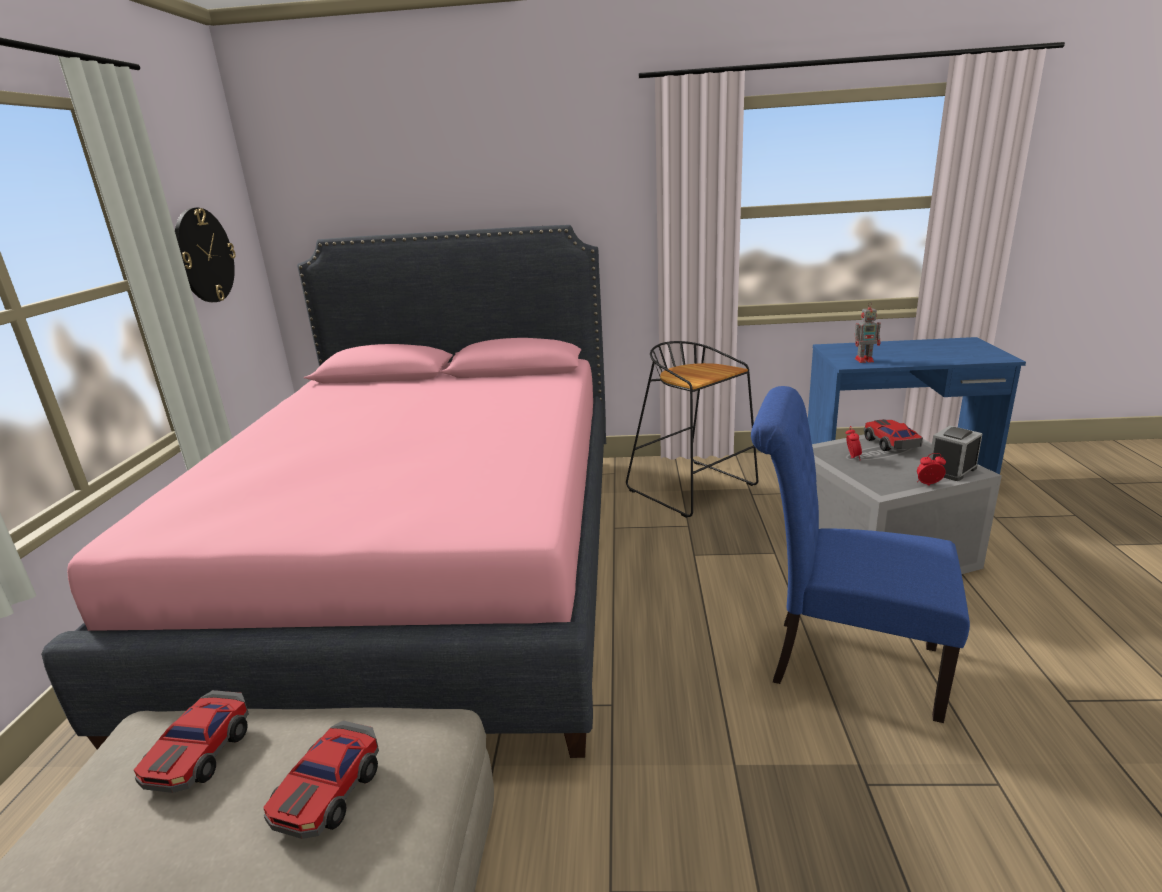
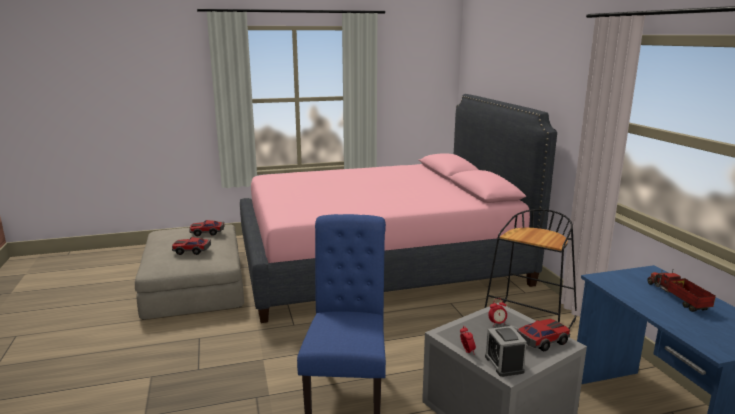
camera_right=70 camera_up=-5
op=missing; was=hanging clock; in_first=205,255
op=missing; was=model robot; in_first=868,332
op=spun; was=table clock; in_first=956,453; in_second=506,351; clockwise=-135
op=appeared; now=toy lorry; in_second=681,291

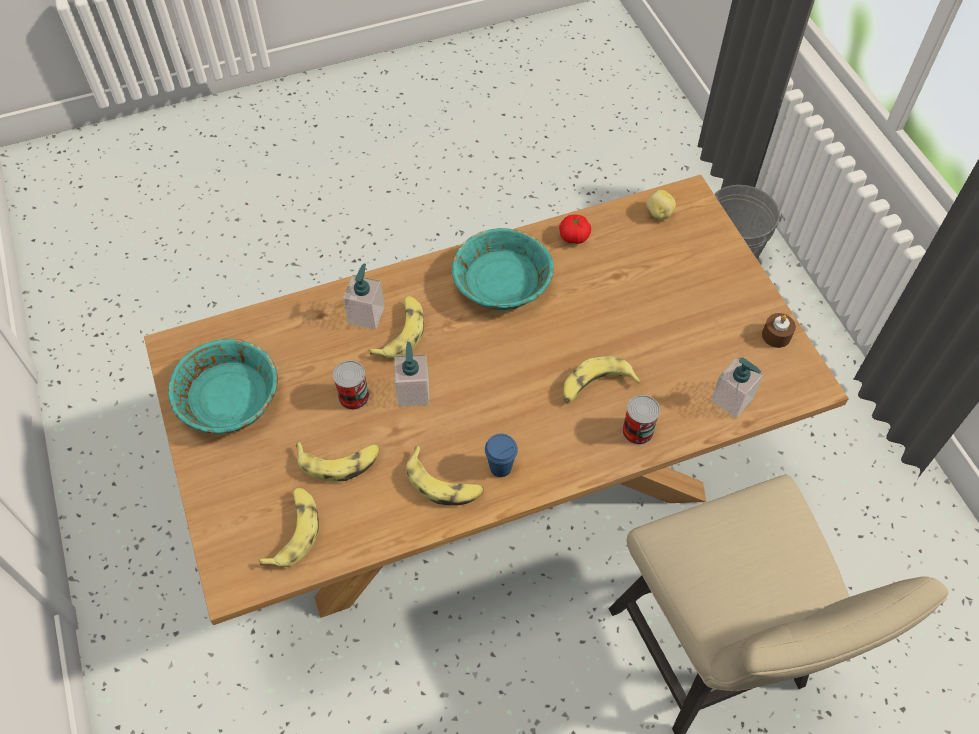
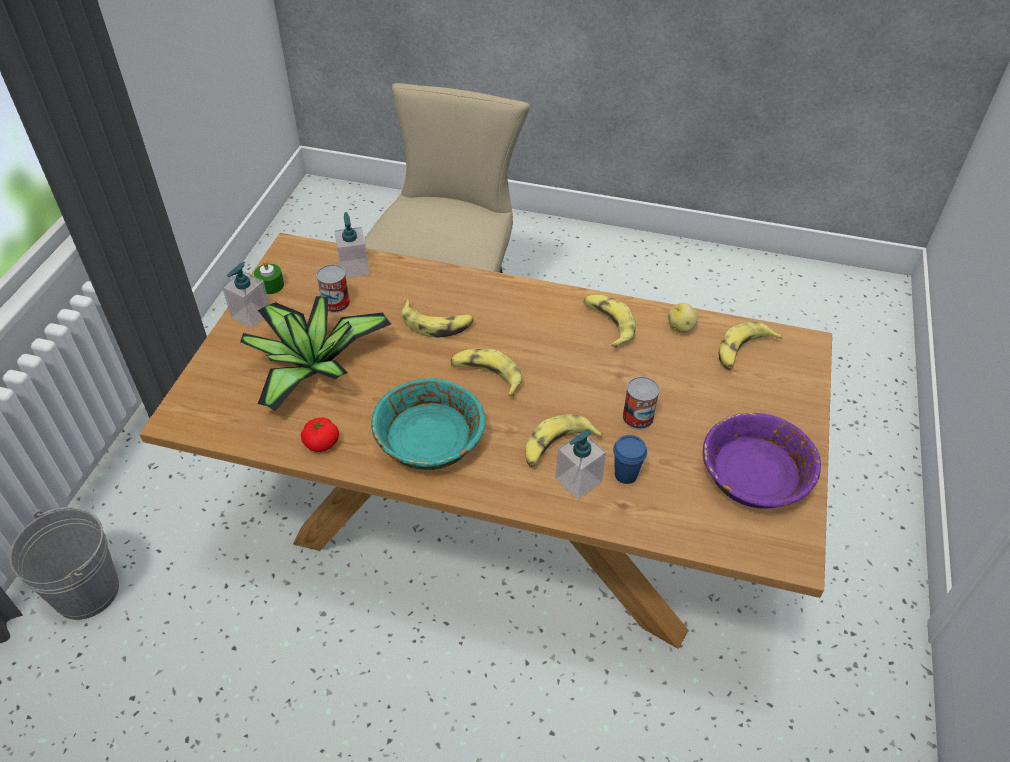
camera_right=-145 camera_up=-10
op=relocated; was=whole potato; in_first=661,205; in_second=683,318
op=colour; was=candle in brownish; now=candle in green-coloured; in_first=779,330; in_second=269,277
op=colour; was=serving bowl in turquoise-coloured; now=serving bowl in purplish; in_first=223,386; in_second=762,460
op=relocated; was=soap bottle; in_first=411,374; in_second=245,295
op=relocated; was=sealed can; in_first=641,420; in_second=333,288
op=relocated; was=drinking cup in bluish; in_first=501,455; in_second=630,459
op=relocated; was=banana fruit; in_first=338,461; in_second=486,373
op=appeared; now=potted plant; in_second=315,353

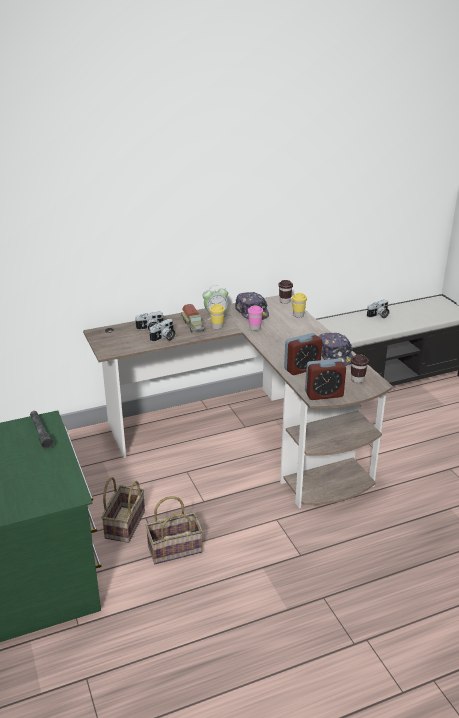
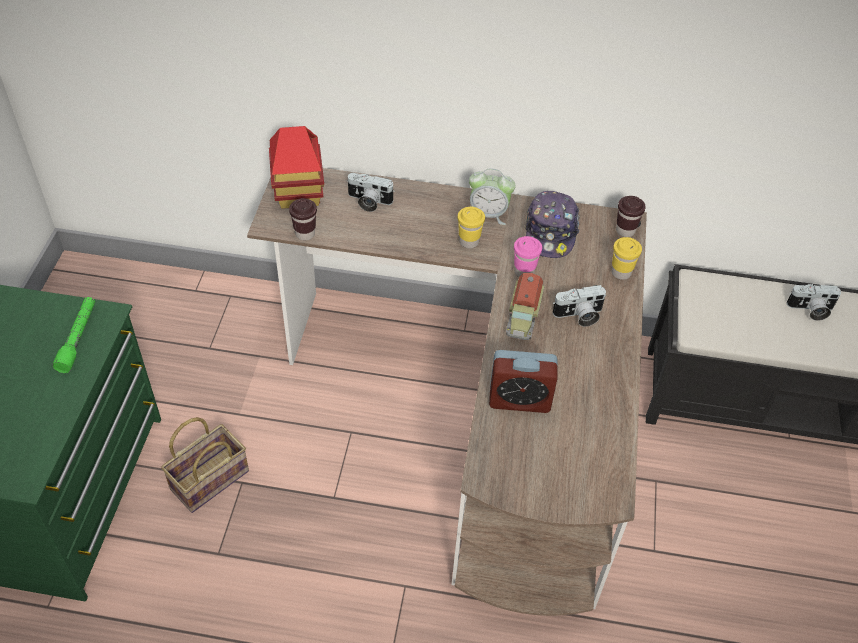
camera_right=30 camera_up=20
op=relocated; was=toy lorry; in_first=193,318; in_second=525,306
op=relocated; was=still camera; in_first=162,330; in_second=579,306
op=missing; was=baseball cap; in_first=336,349
op=relocated; was=drinking cup in brownish; in_first=360,368; in_second=303,219
op=missing; was=table clock; in_first=325,379
op=colour; was=torch in gray; now=torch in green-coloured; in_first=42,430; in_second=73,335
op=missing; was=household basket; in_first=174,530
op=appeared; now=model house; in_second=296,167

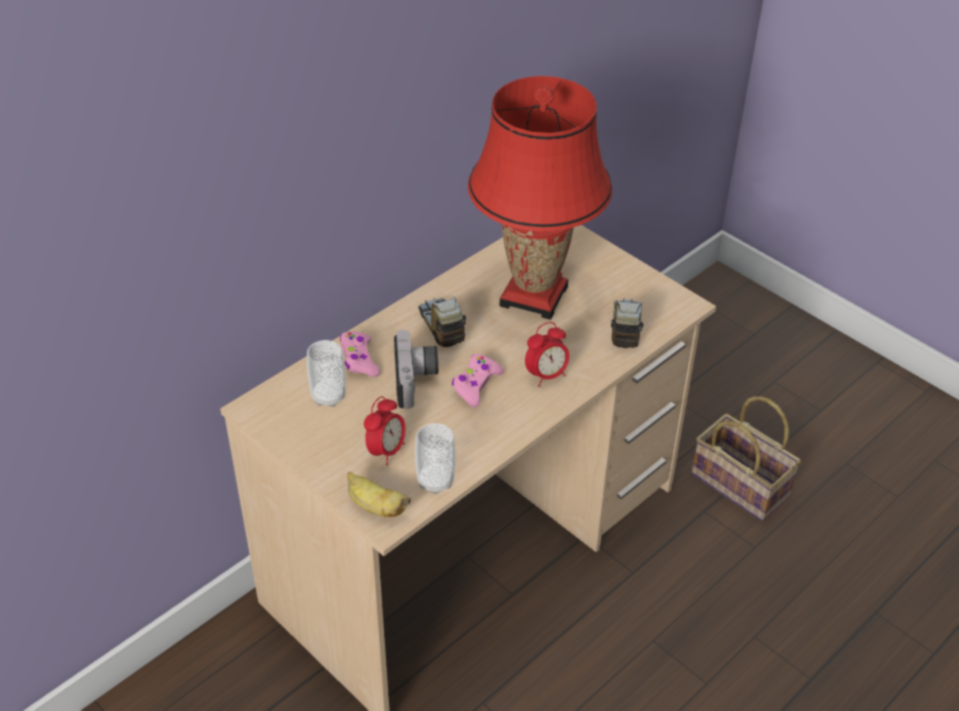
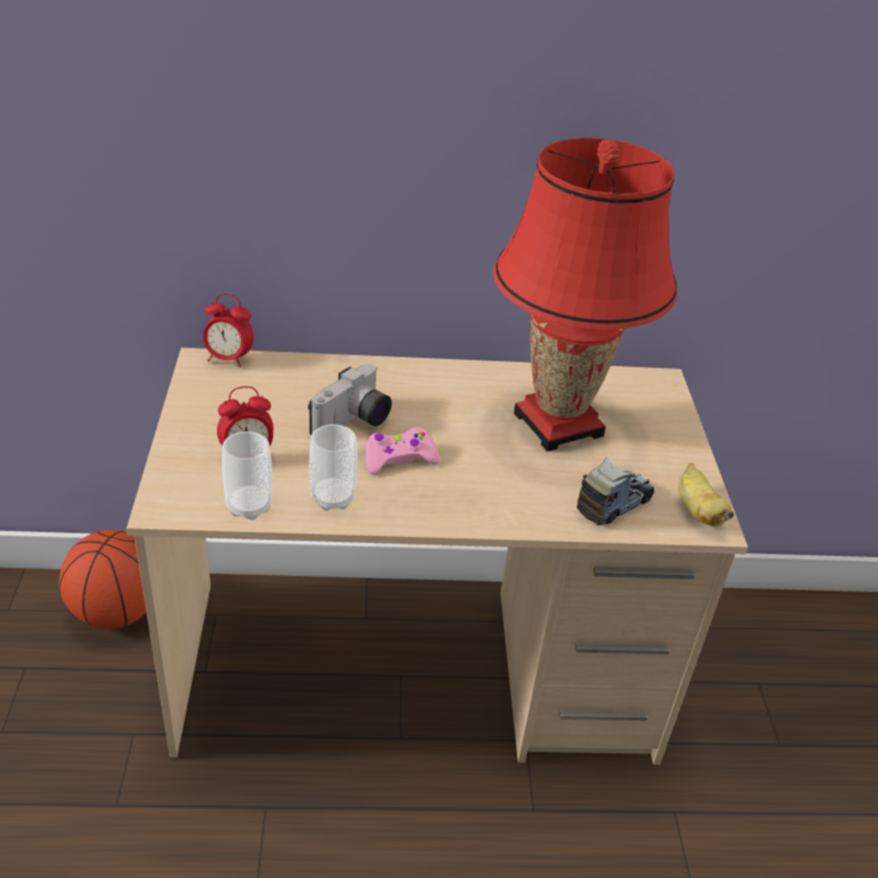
camera_right=40 camera_up=-5
op=missing; was=toy lorry; in_first=442,322
op=relocated; was=table clock; in_first=547,354; in_second=228,330
op=missing; was=game controller in pinkish; in_first=360,354
op=relocated; was=drinking cup; in_first=326,373; in_second=333,467
op=missing; was=household basket; in_first=746,458
op=relocated; was=banana fruit; in_first=379,494; in_second=706,494
op=appeared; now=basketball; in_second=103,579

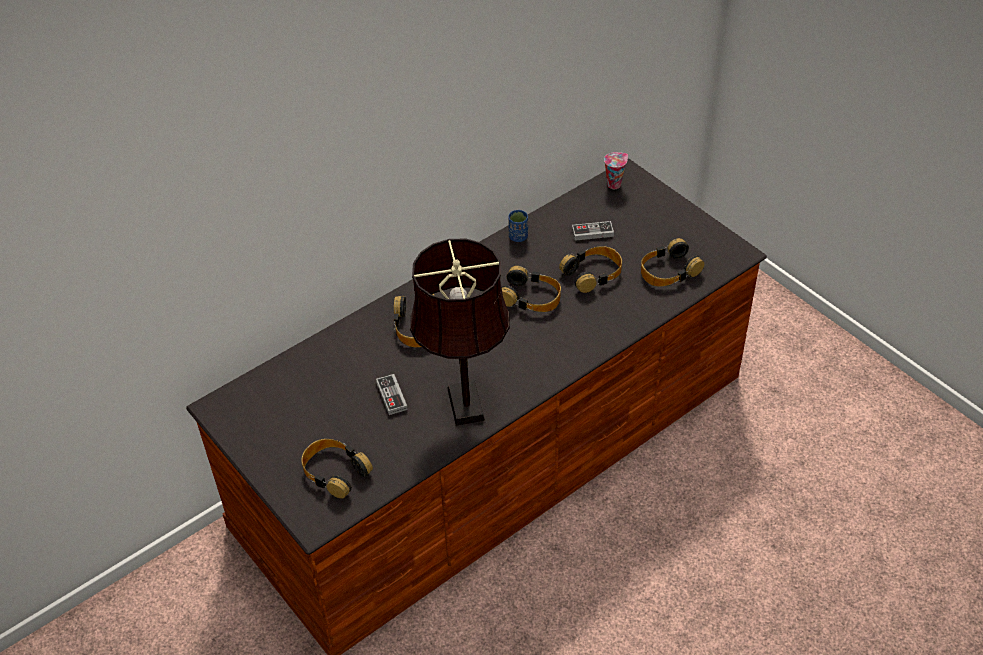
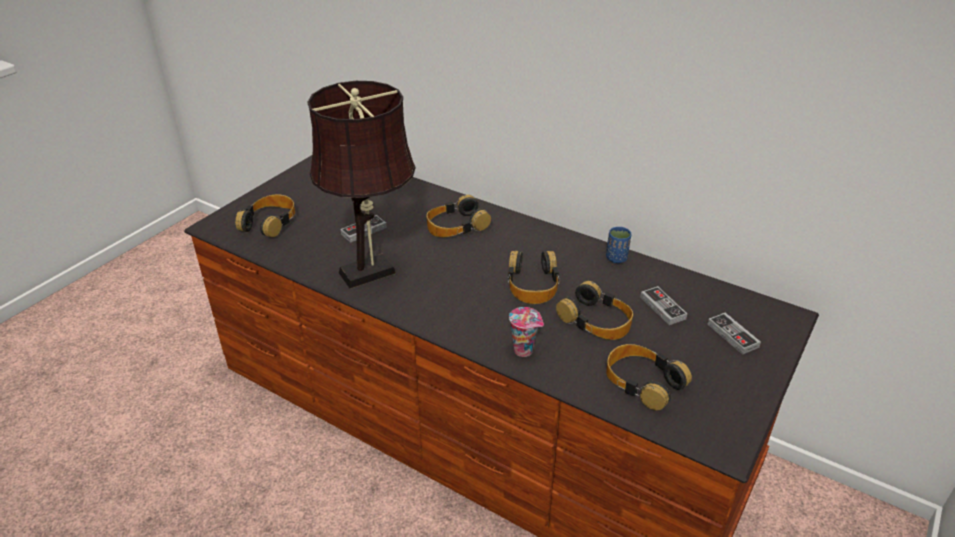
camera_right=70 camera_up=-10
op=relocated; was=drinking cup; in_first=616,170; in_second=526,332
op=appeared; now=game controller; in_second=734,334

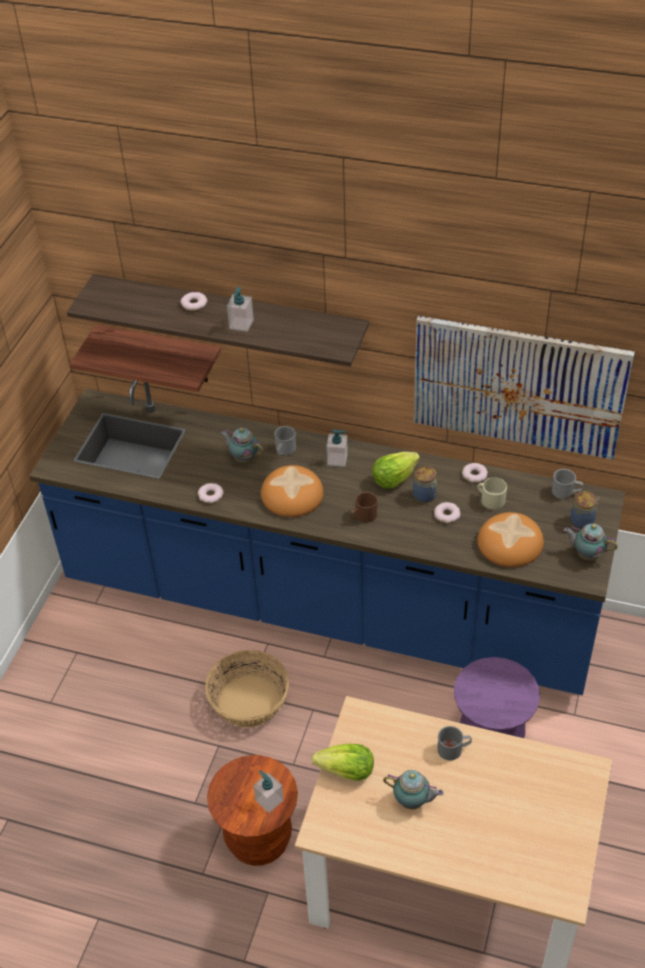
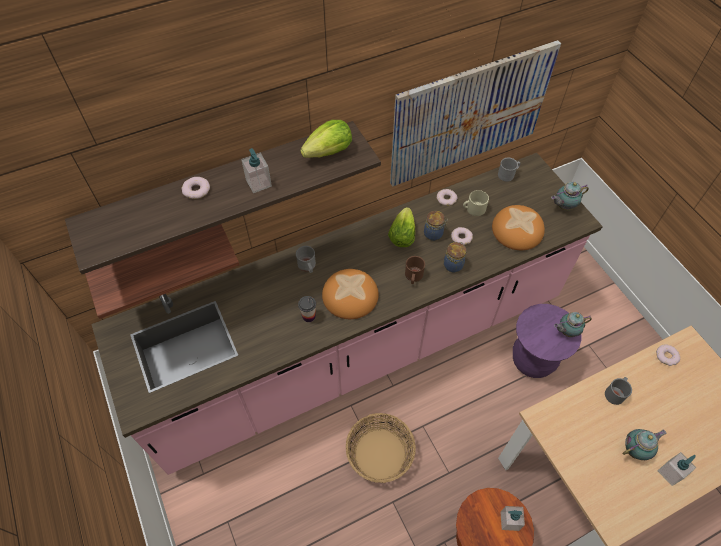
camera_right=-45 camera_up=10
op=colour; was=counter in bluish; now=counter in pinkish; in_first=327,537; in_second=347,314
op=relocated; was=tea pot; in_first=242,445; in_second=573,324
op=relocated; was=soap bottle; in_first=337,448; in_second=677,469
op=relocated; was=ring doughnut; in_first=211,493; in_second=668,355
op=relocated; was=storage jar; in_first=585,510; in_second=455,257
op=relocated; was=lettuce head; in_first=343,762; in_second=326,139
op=appeared; now=drinking cup; in_second=307,309

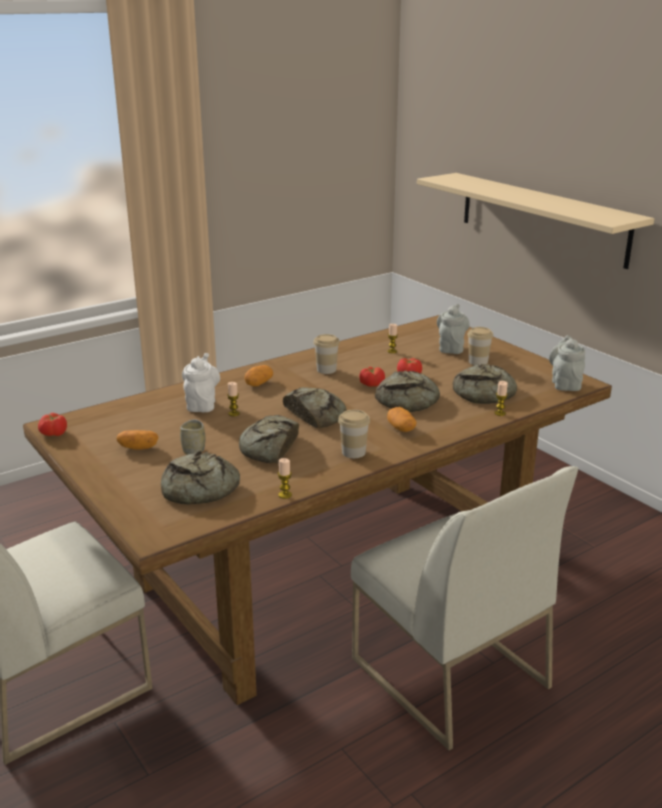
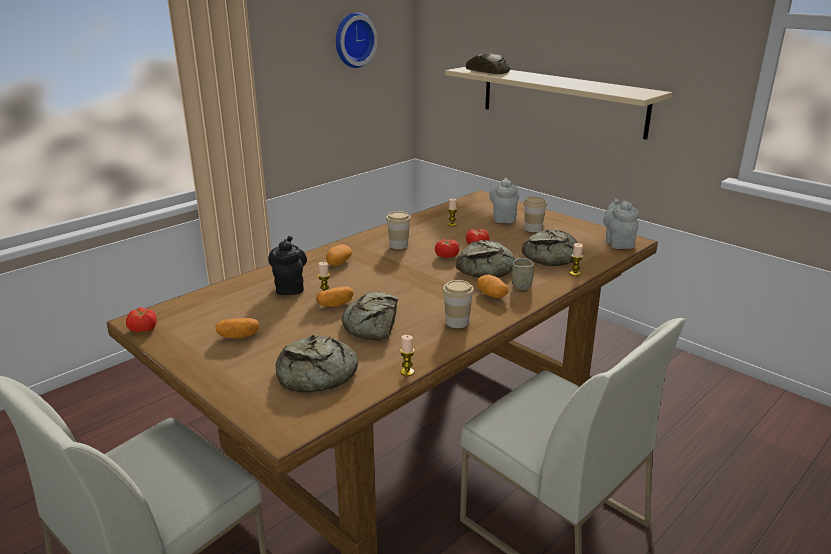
camera_right=-10 camera_up=0
op=colour; was=tea pot in white-coloured; now=tea pot in black-coloured; in_first=201,382; in_second=287,265
op=relocated; was=bakery bread; in_first=315,407; in_second=488,63
op=relocated; was=drinking cup; in_first=192,437; in_second=522,274
op=appeared; now=hanging clock; in_second=357,40
op=appeared; now=whole potato; in_second=335,296

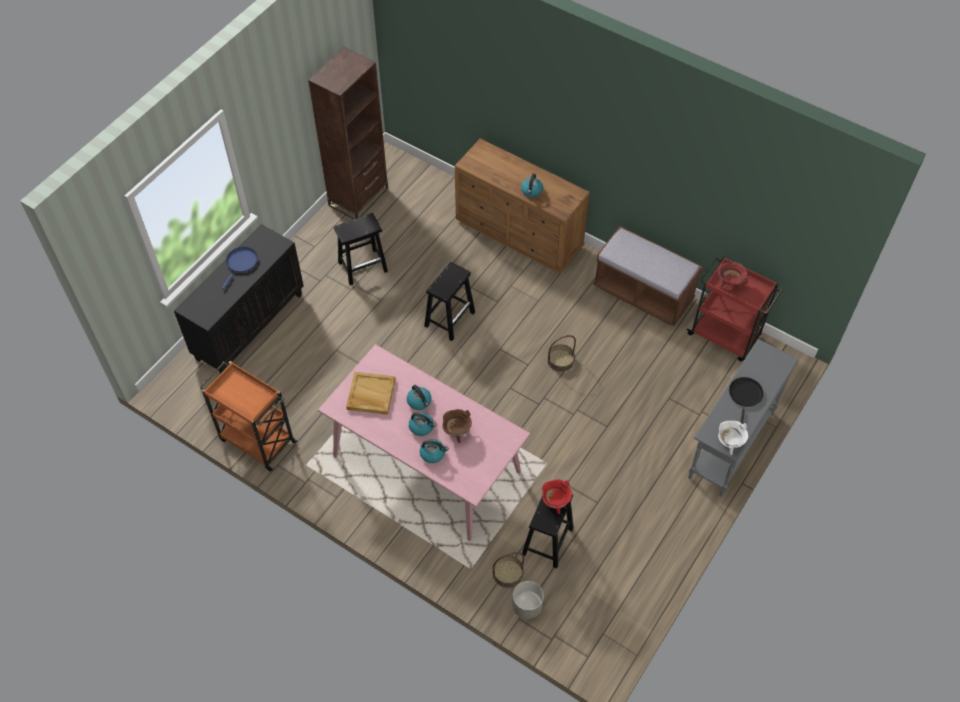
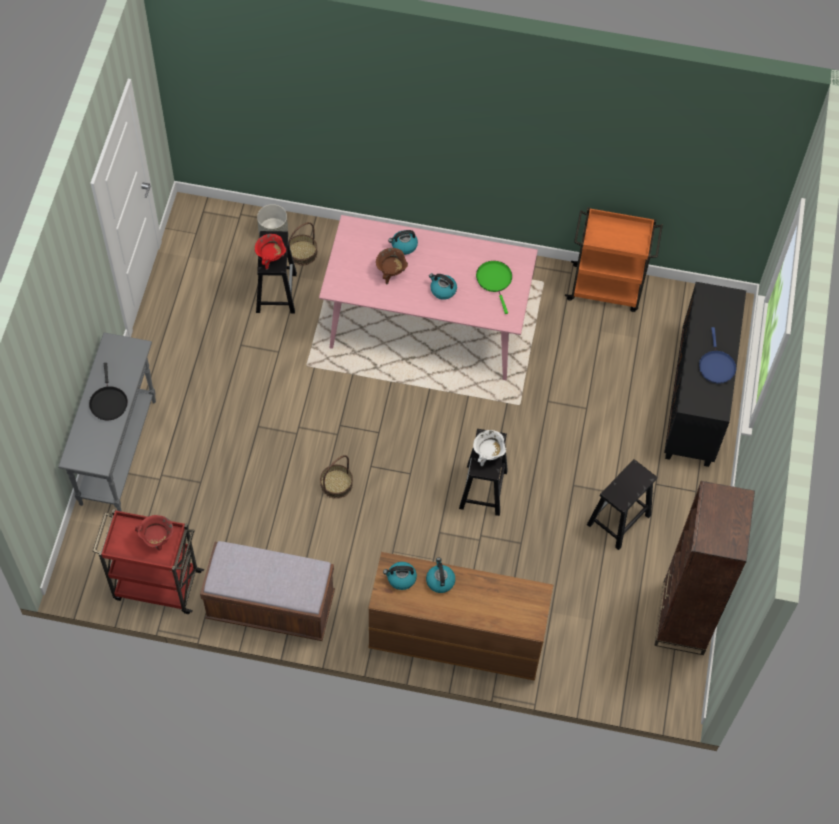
camera_right=155 camera_up=5
op=exchanged; was=carrying tray in beige-coloured; now=pan in green-coloured; in_first=370,393; in_second=494,287
op=relocated; was=kettle; in_first=422,424; in_second=400,576
op=relocated; was=saucepot in white-coloured; in_first=733,438; in_second=489,448

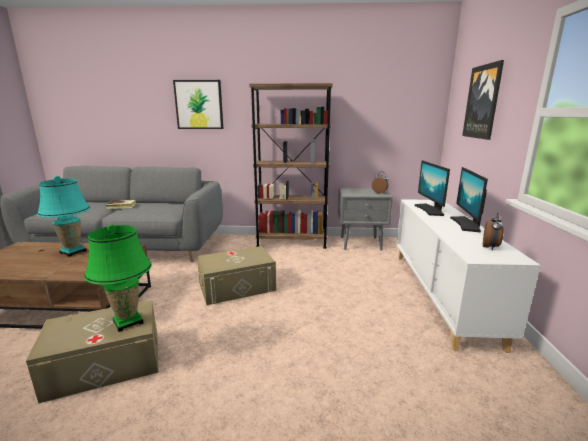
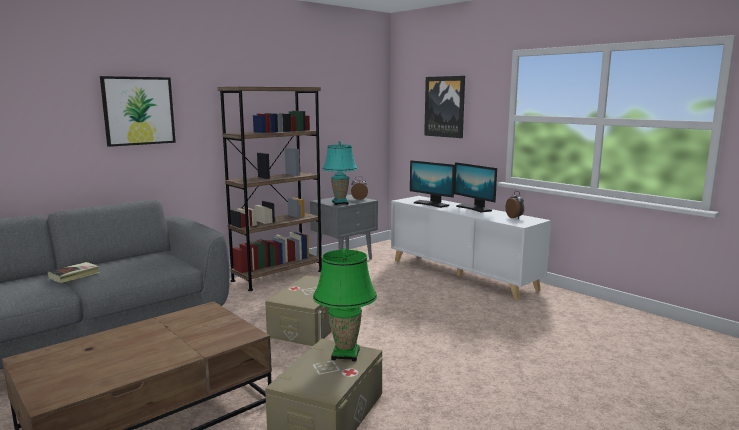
camera_right=-45 camera_up=-5
op=relocated; was=table lamp in turquoise-coloured; in_first=63,216; in_second=340,173

